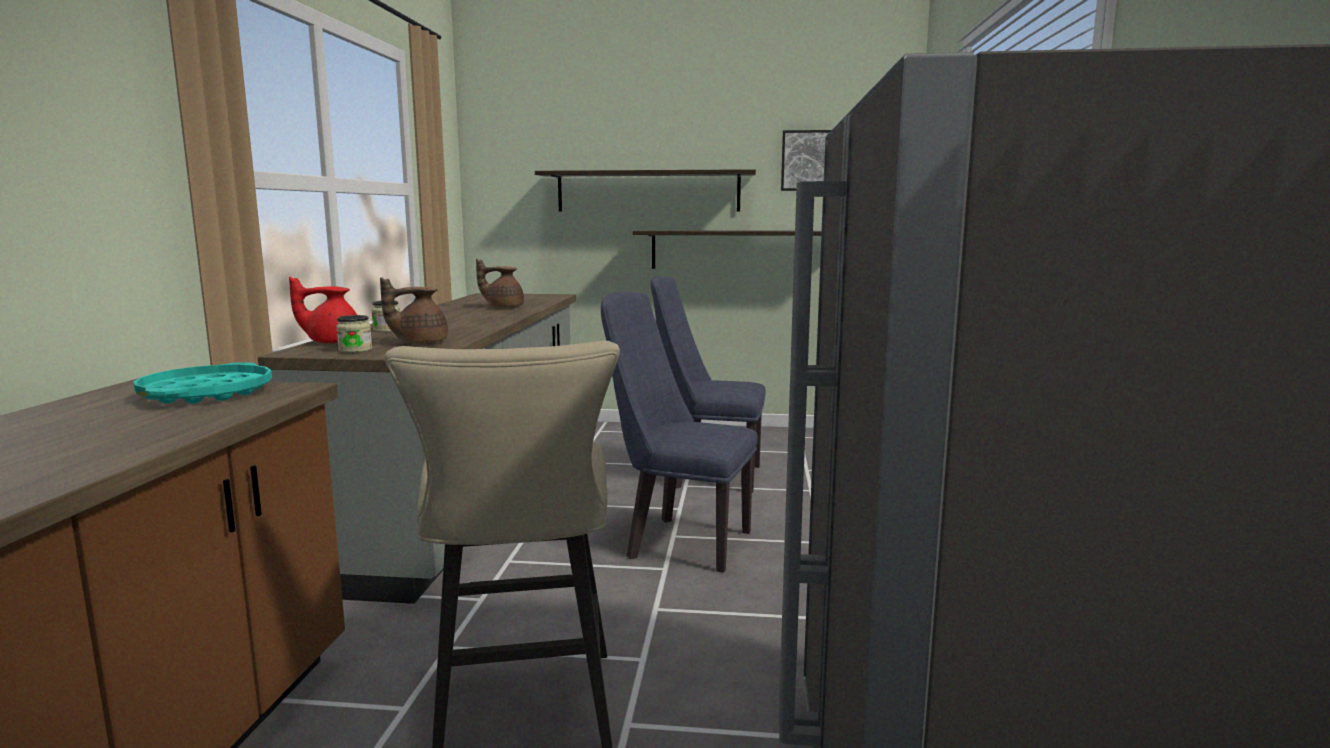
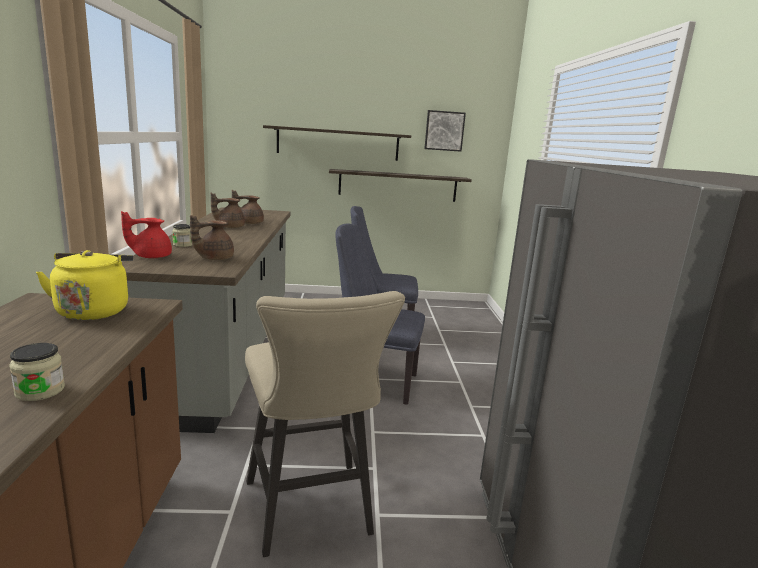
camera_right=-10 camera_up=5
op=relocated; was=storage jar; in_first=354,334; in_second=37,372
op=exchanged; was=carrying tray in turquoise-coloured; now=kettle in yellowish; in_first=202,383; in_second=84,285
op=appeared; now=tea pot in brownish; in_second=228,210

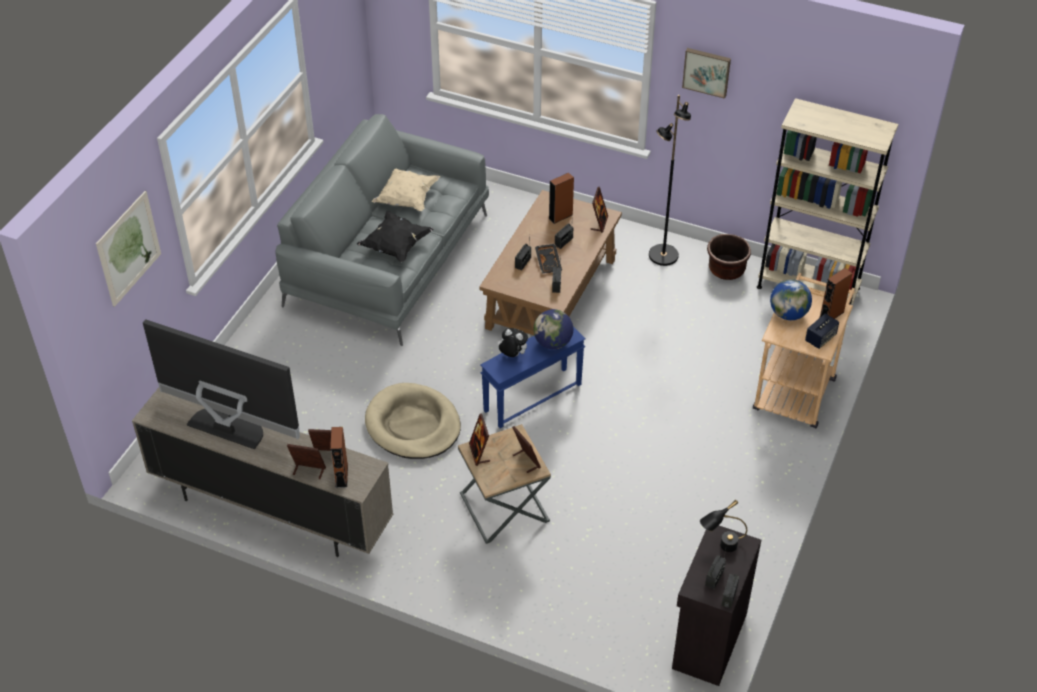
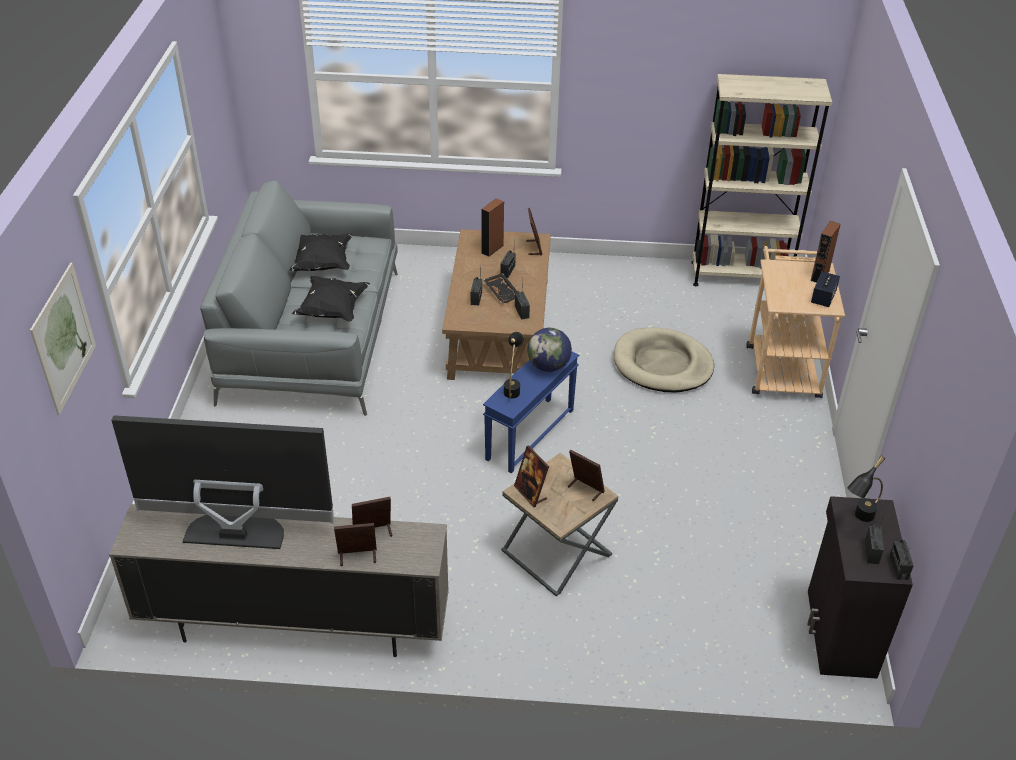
camera_right=-20 camera_up=-5
op=missing; was=picture; in_first=706,73
op=missing; was=floor lamp in black-coloured; in_first=670,180
op=colour; was=throw pillow in beige-coloured; now=throw pillow in black-coloured; in_first=406,189; in_second=320,252
op=missing; was=plant pot in brownish; in_first=729,257
op=missing; was=world globe; in_first=791,299
op=exchanged; was=soft toy; now=table lamp in black-coloured; in_first=513,342; in_second=514,365
op=relocated; was=pet bed in beige-coloured; in_first=413,421; in_second=664,360
op=missing; was=audio speaker in brownish; in_first=339,457

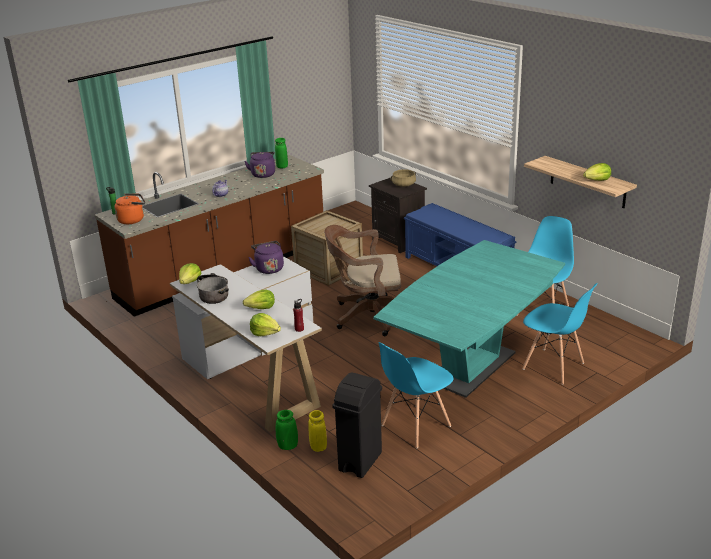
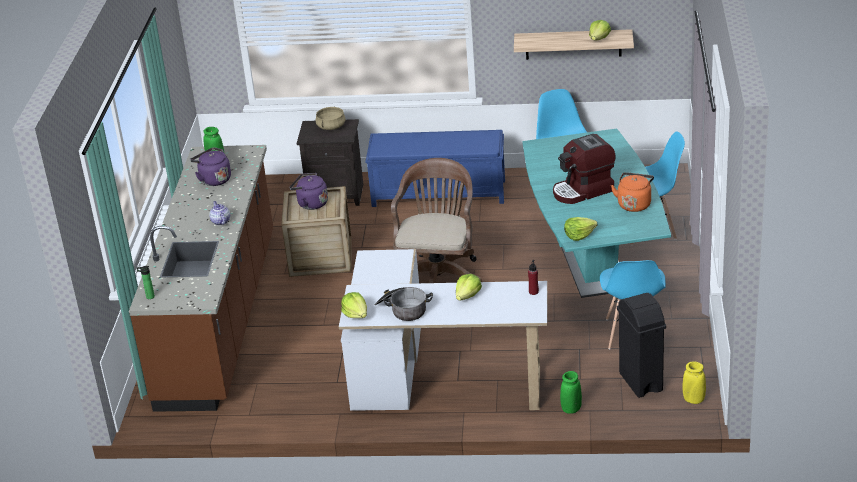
camera_right=-45 camera_up=5
op=relocated; was=kettle in orange-coloured; in_first=129,208; in_second=632,192
op=spun; was=computer chair in brownish; in_first=362,280; in_second=436,220; clockwise=150
op=relocated; was=kettle in purplish; in_first=266,257; in_second=308,191
op=relocated; was=lettuce head; in_first=265,324; in_second=580,229
op=relocated; was=flower vase in yellowish; in_first=317,431; in_second=694,383
op=appeared; now=coffee machine; in_second=584,169

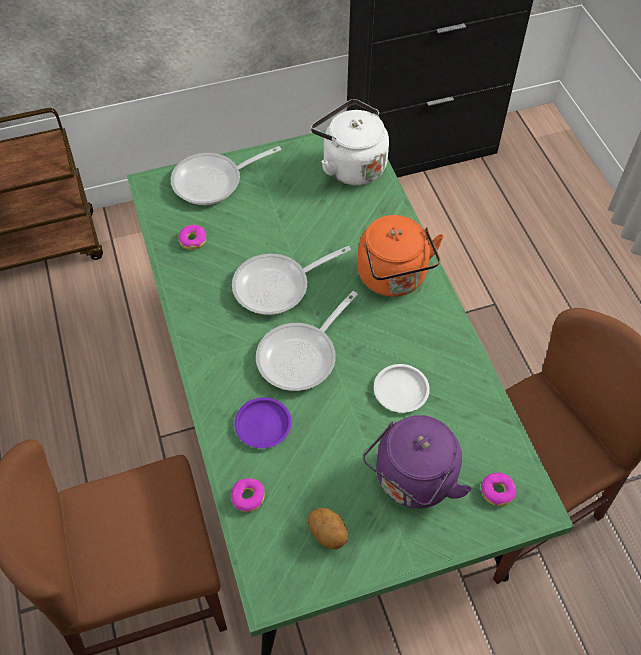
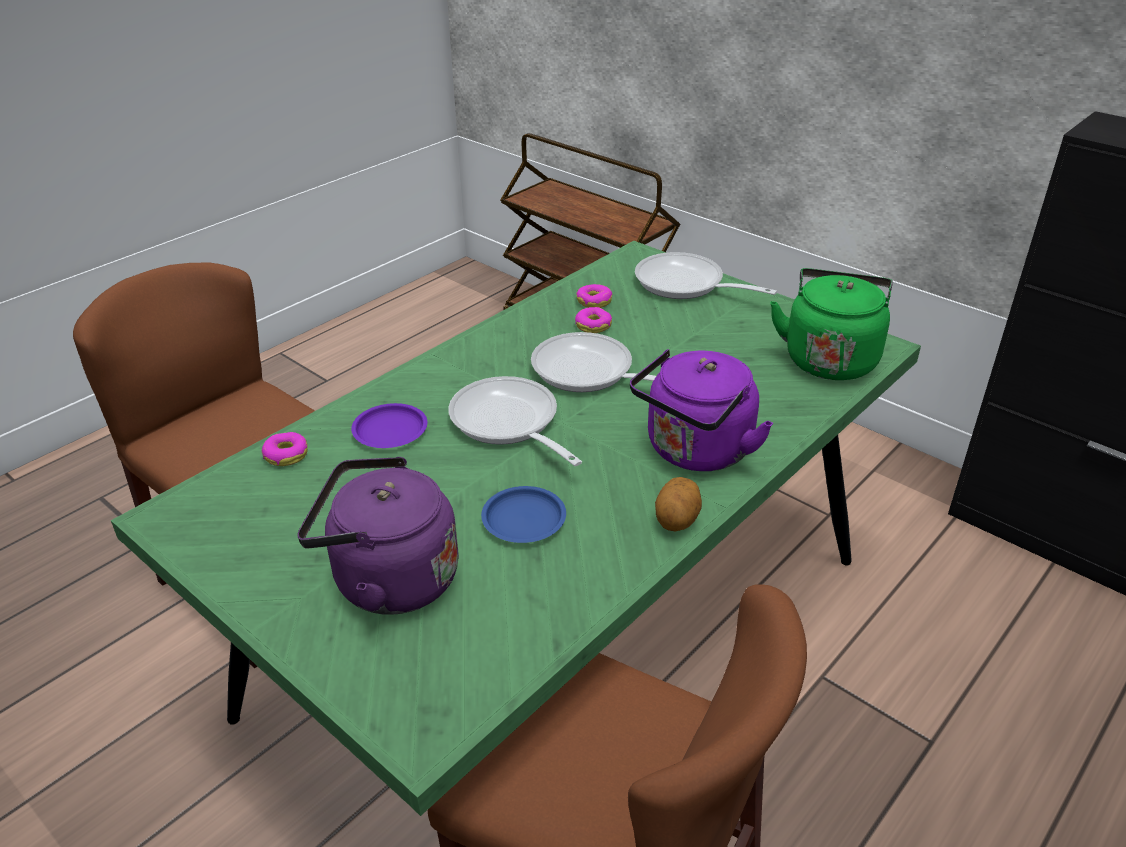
camera_right=60 camera_up=-20
op=colour; was=kettle in white-coloured; now=kettle in green-coloured; in_first=350,142; in_second=831,324
op=colour; was=kettle in orange-coloured; now=kettle in purplish; in_first=400,256; in_second=701,410
op=spun; was=pan; in_first=307,341; in_second=515,421; clockwise=45
op=colour; was=dinner plate in white-coloured; now=dinner plate in bluish; in_first=402,388; in_second=523,514
op=relocated; was=ring doughnut; in_first=498,489; in_second=593,320
op=relocated; was=whole potato; in_first=328,528; in_second=678,504

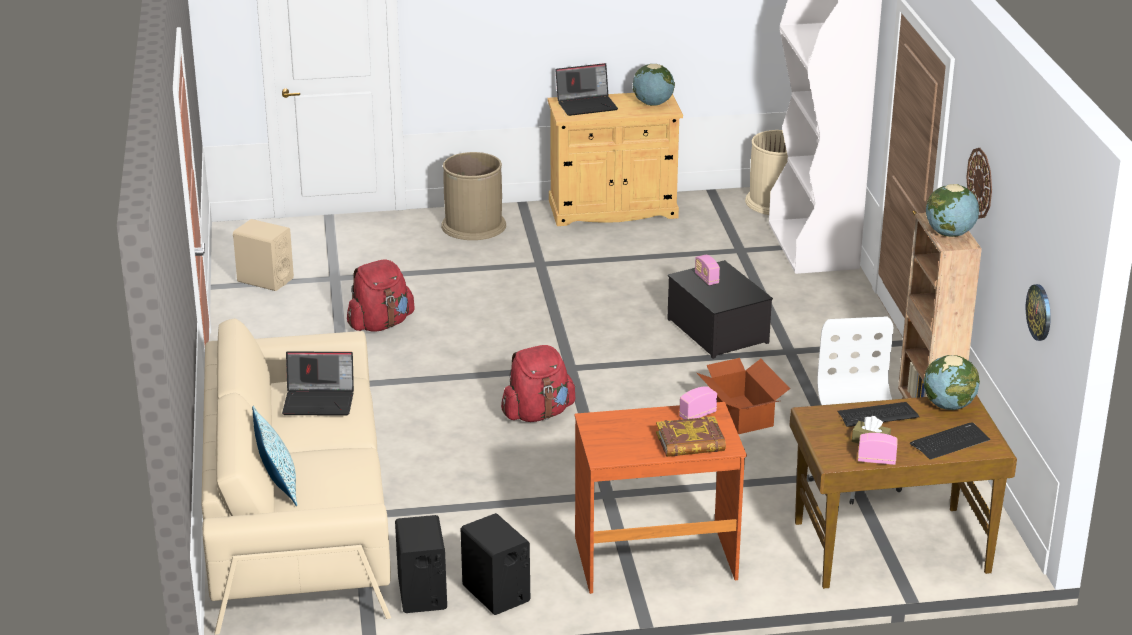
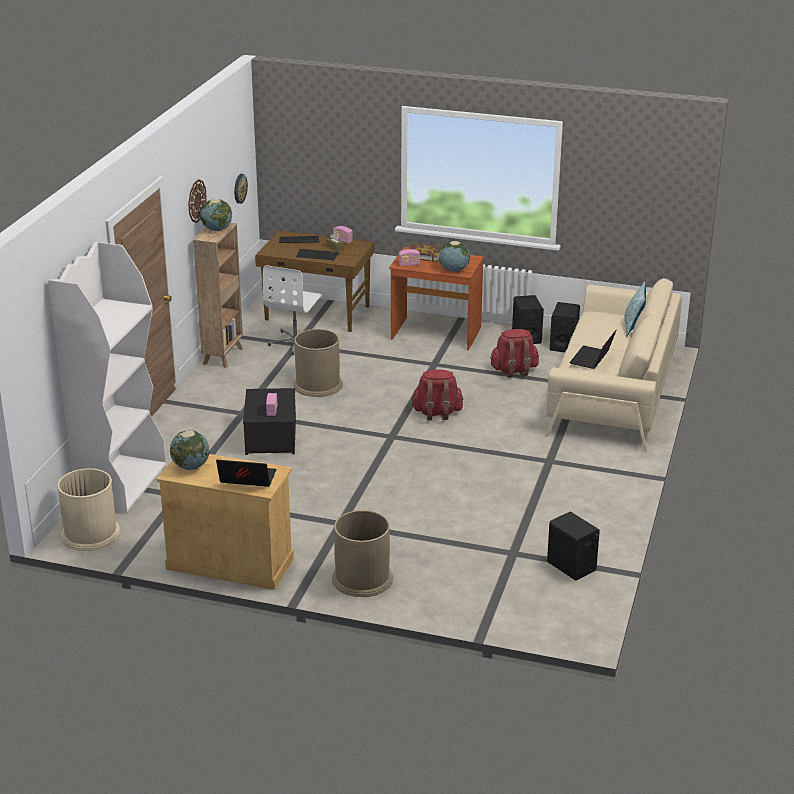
camera_right=-155 camera_up=0
op=colour; was=audio speaker in beige-coloured; now=audio speaker in black-coloured; in_first=263,255; in_second=573,546
op=relocated; was=backpack in red; in_first=381,296; in_second=514,353
op=spun; was=portable computer; in_first=318,383; in_second=592,349; clockwise=-90
op=relocated; was=world globe; in_first=952,382; in_second=454,256
op=exchanged; was=cardboard box; now=trash can in brownish; in_first=743,396; in_second=318,363

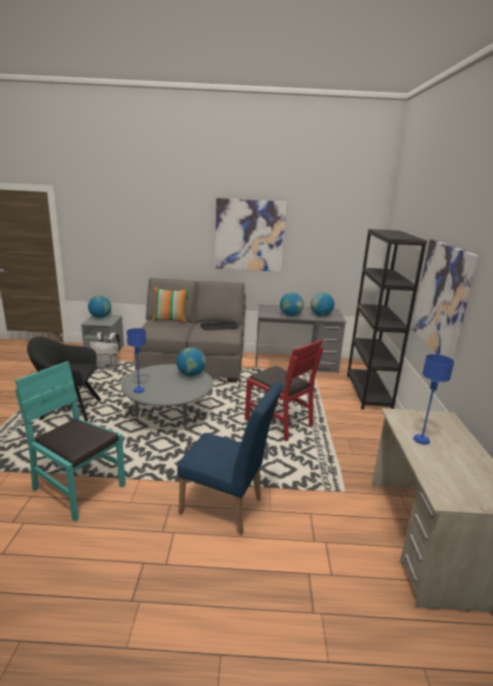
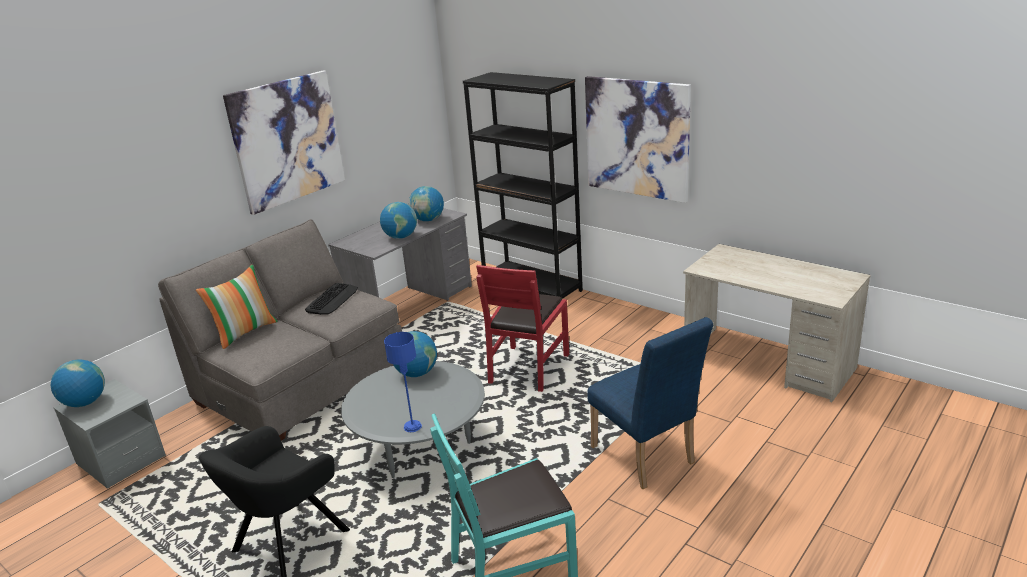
camera_right=-50 camera_up=5
op=missing; was=backpack in white-coloured; in_first=104,350
op=spun; was=plain chair in red; in_first=284,390; in_second=522,328; clockwise=120
op=missing; was=table lamp in bluish; in_first=433,399
op=spun; was=plain chair in bluish; in_first=230,458; in_second=650,403; clockwise=90

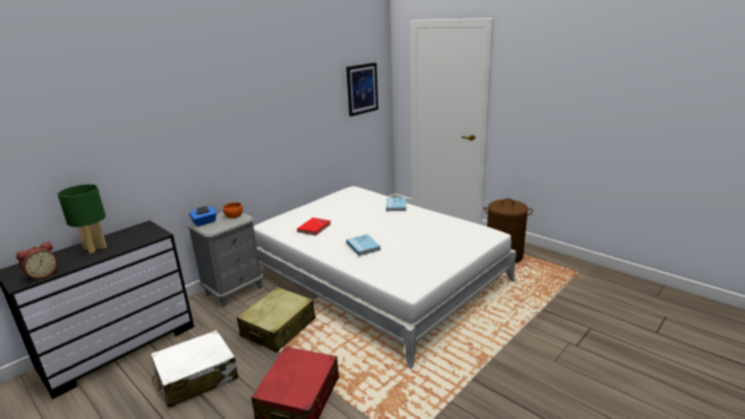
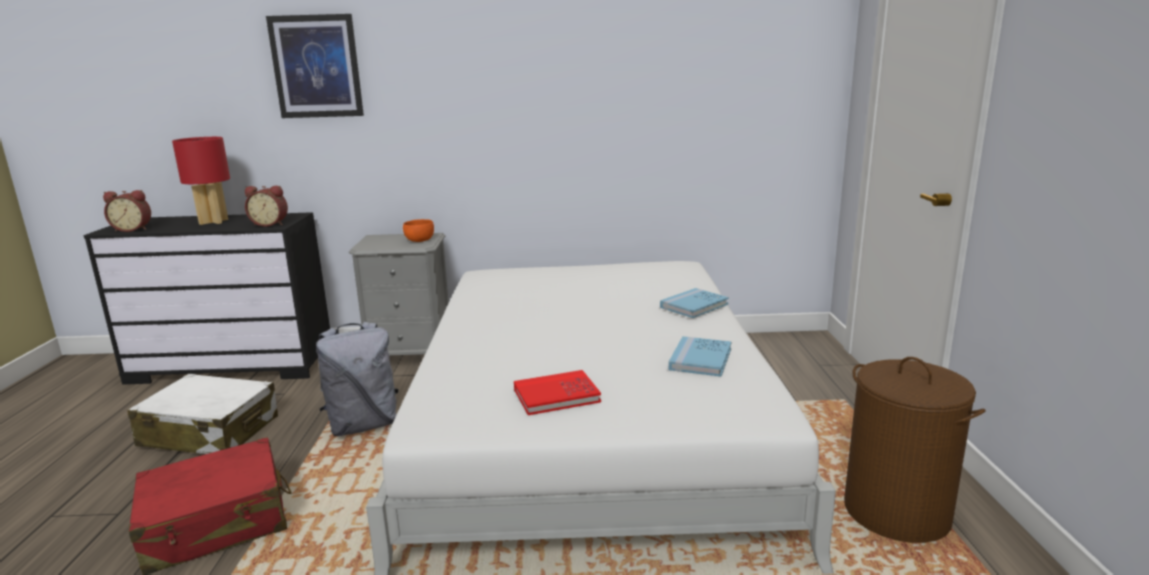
camera_right=45 camera_up=-5
op=relocated; was=picture; in_first=362,90; in_second=315,66
op=colour; was=table lamp in green-coloured; now=table lamp in red; in_first=82,218; in_second=201,181
op=missing; was=tissue holder in bluish; in_first=203,216
op=relocated; was=volume in red; in_first=314,227; in_second=557,392
op=relocated; was=volume in bluish; in_first=363,245; in_second=700,356
op=exchanged; was=travel case in beige-coloured; now=backpack in gray; in_first=276,320; in_second=357,379
op=appeared; now=table clock; in_second=266,206

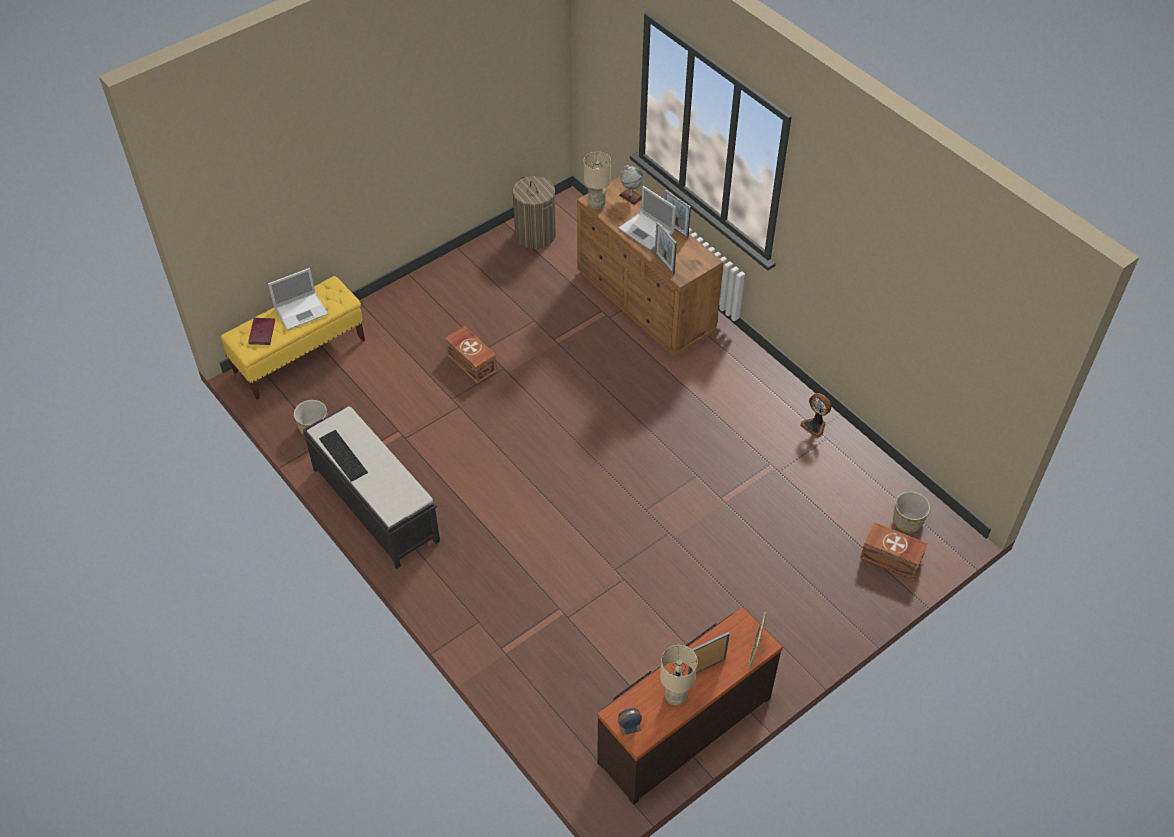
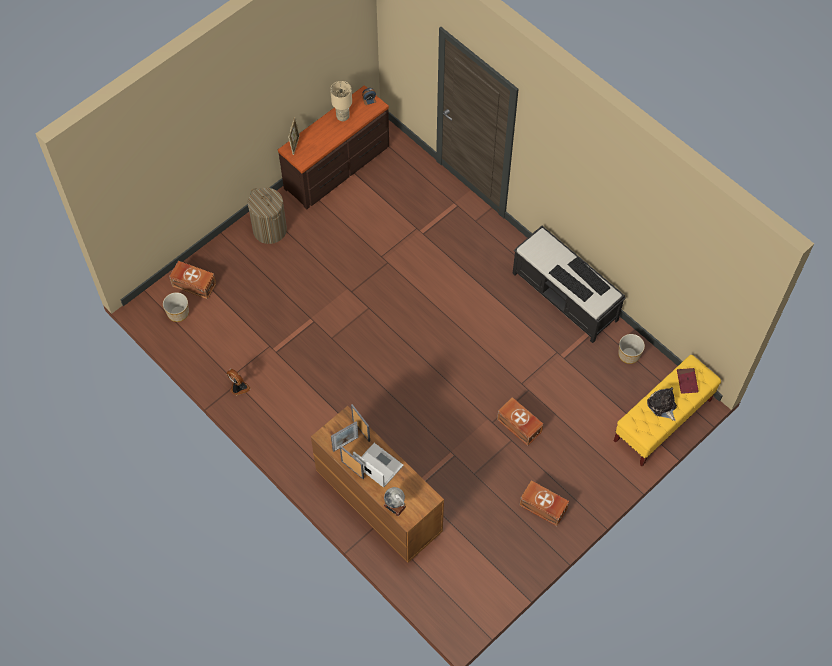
camera_right=175 camera_up=10
op=missing; was=table lamp in beige-coloured; in_first=597,180
op=relocated; was=hamper; in_first=534,212; in_second=267,216
op=exchanged; was=portable computer; now=soft toy; in_first=298,299; in_second=662,404
op=relocated; was=photo frame; in_first=709,653; in_second=345,436
op=appeared; now=keyboard; in_second=571,283
op=appeared; now=storage bin in brownish; in_second=544,503

